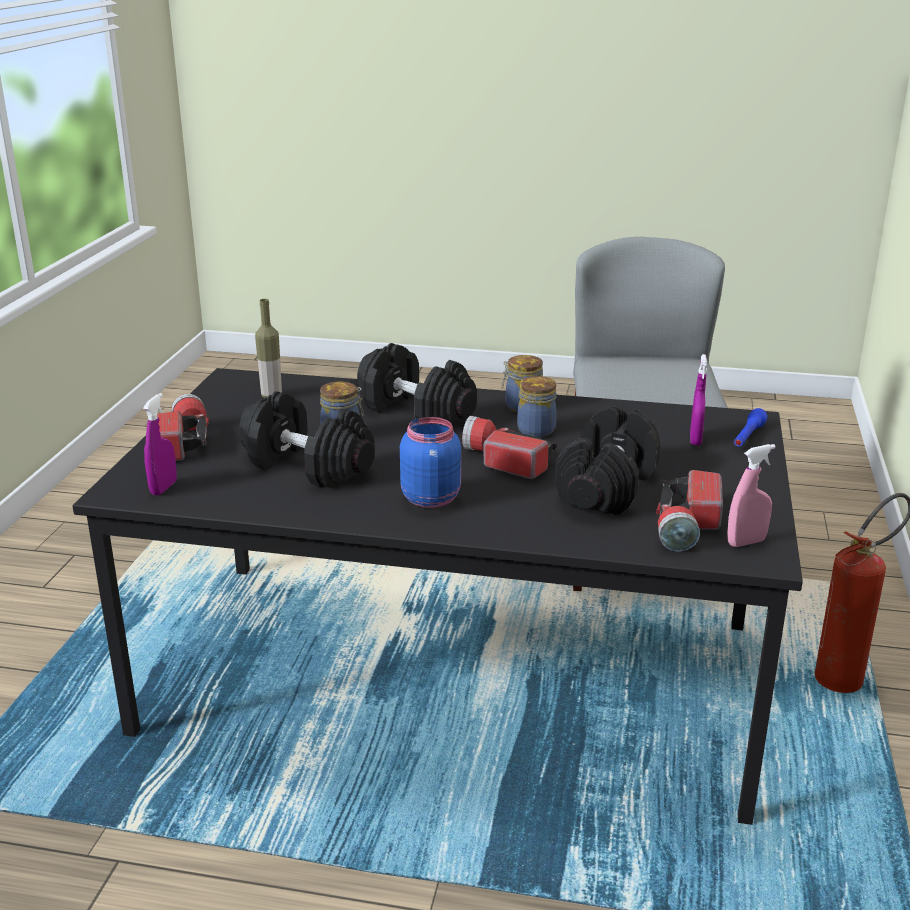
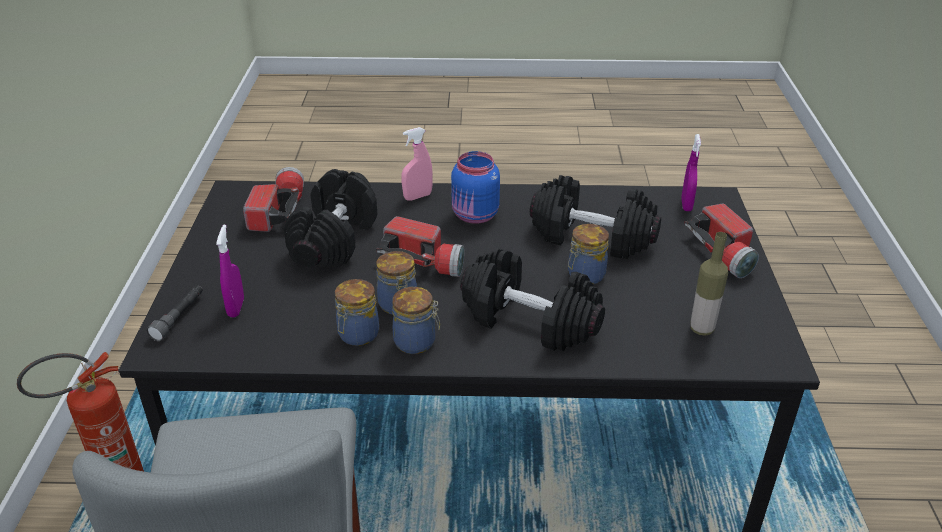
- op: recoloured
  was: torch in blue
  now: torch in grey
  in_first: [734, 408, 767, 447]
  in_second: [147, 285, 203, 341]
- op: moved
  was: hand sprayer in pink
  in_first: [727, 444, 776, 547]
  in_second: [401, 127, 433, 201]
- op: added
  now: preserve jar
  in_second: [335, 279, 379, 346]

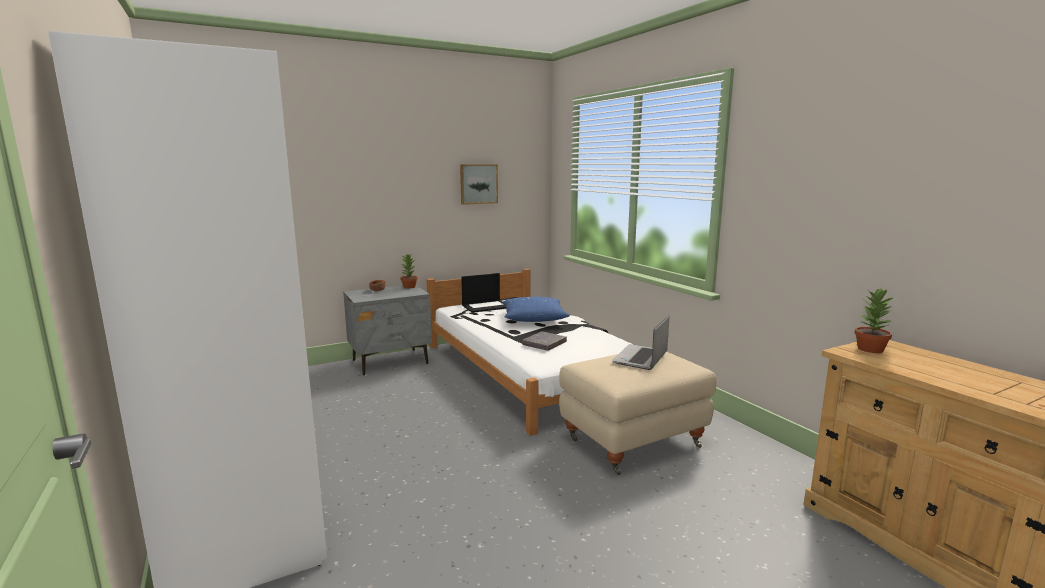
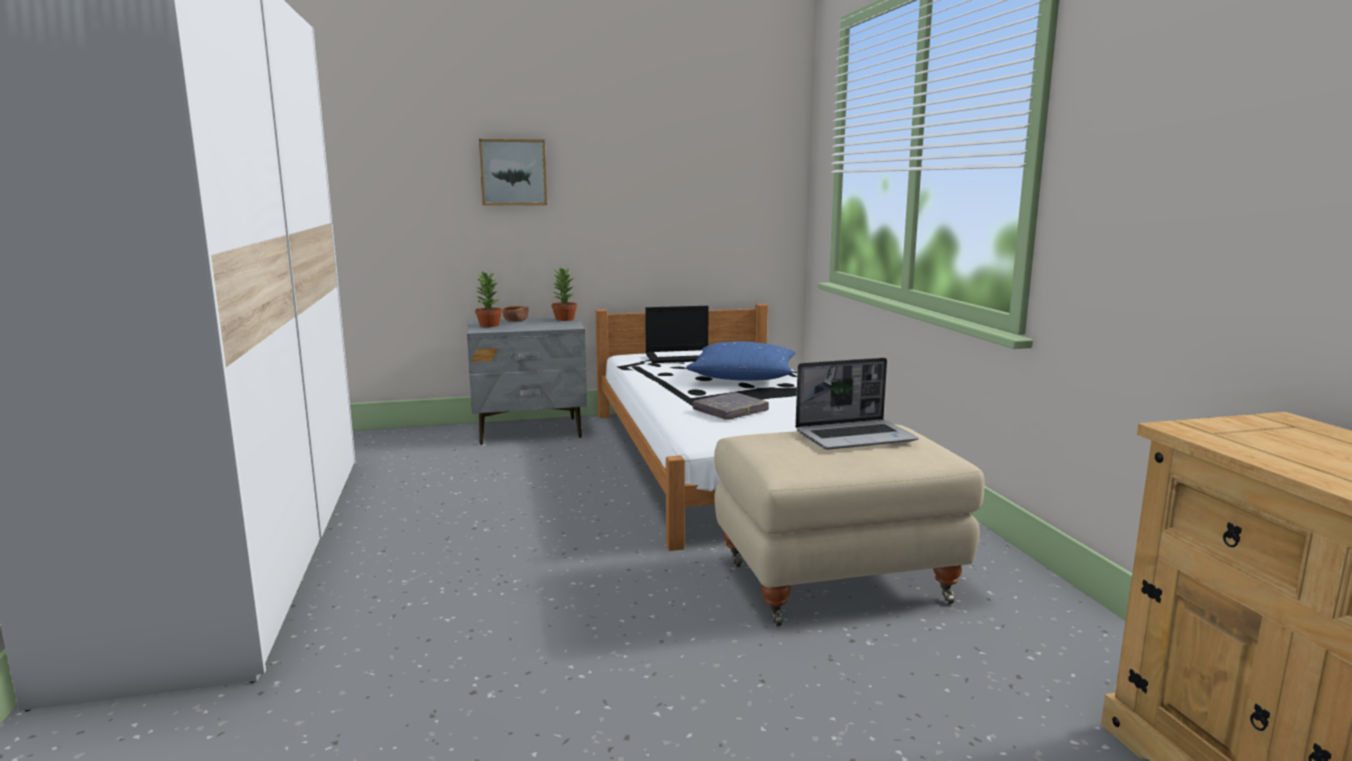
- op: moved
  was: wall picture
  in_first: [460, 164, 498, 205]
  in_second: [479, 139, 547, 205]
- op: moved
  was: houseplant
  in_first: [855, 288, 893, 353]
  in_second: [475, 272, 502, 327]
- op: turned
  was: portable computer
  in_first: [612, 315, 669, 370]
  in_second: [795, 358, 919, 450]
  clockwise: -150

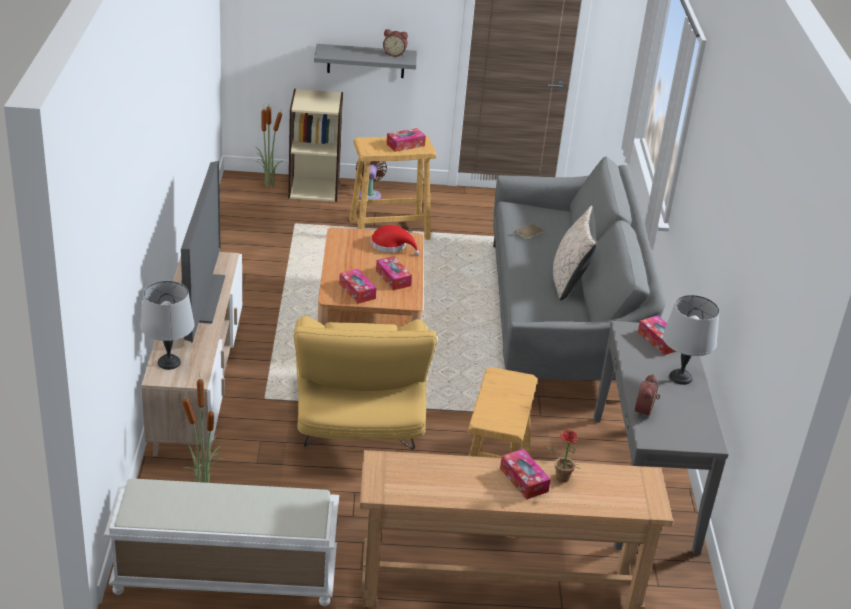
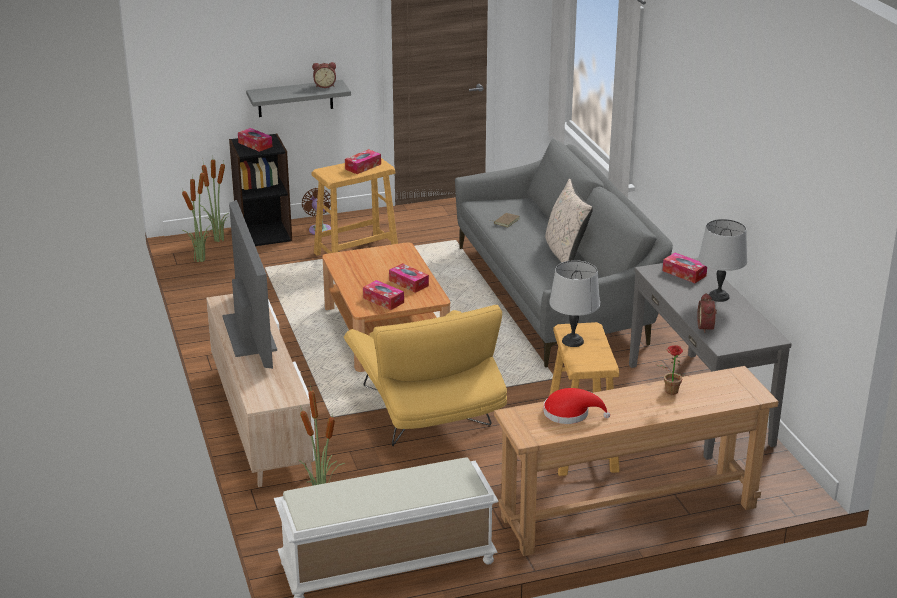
- op: recoloured
  was: shelving unit in beige
  now: shelving unit in black-coloured
  in_first: [288, 89, 343, 202]
  in_second: [229, 134, 292, 246]
- op: moved
  was: clothing hat in red
  in_first: [371, 225, 420, 255]
  in_second: [543, 388, 610, 424]
- op: moved
  was: tabletop lamp in grey
  in_first: [140, 281, 195, 370]
  in_second: [549, 260, 600, 347]
- op: moved
  was: box of tissues
  in_first: [500, 449, 551, 500]
  in_second: [238, 128, 272, 152]
- op: added
  now: houseplant
  in_second: [182, 172, 215, 262]

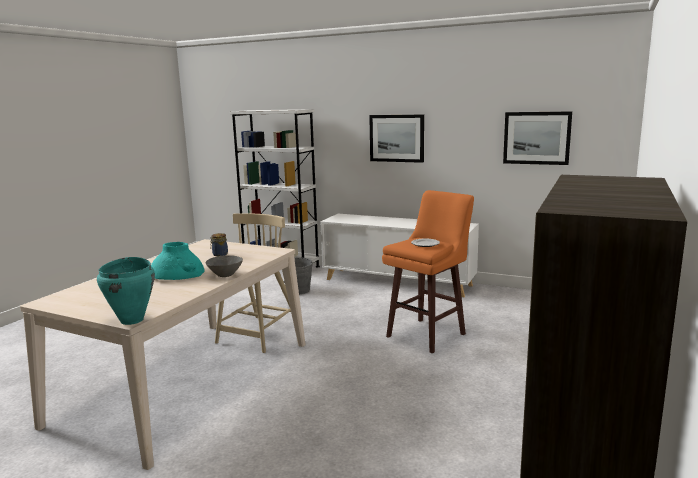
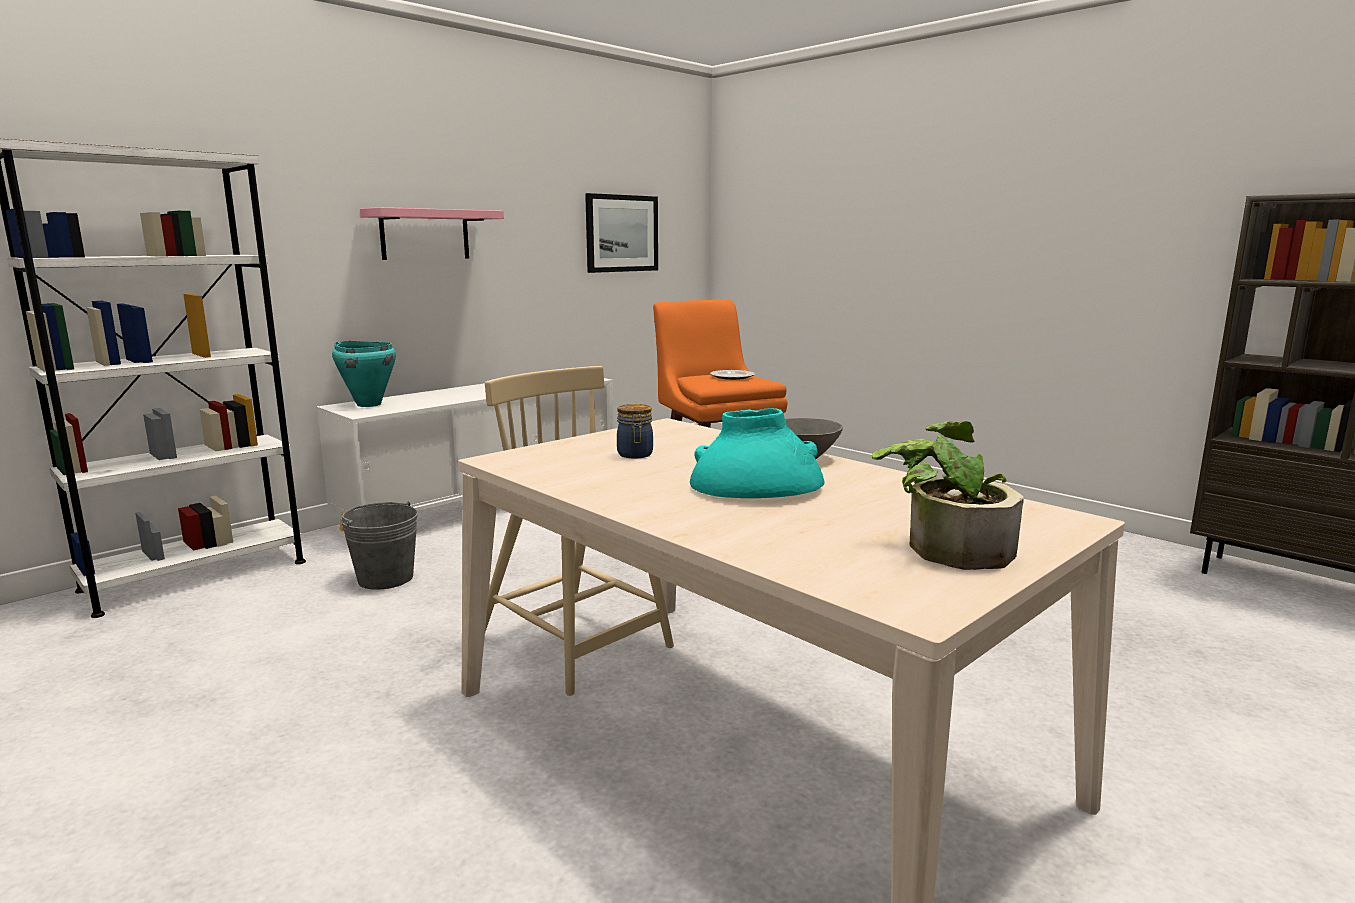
- op: replaced
  was: wall picture
  now: bracket shelf in pink
  in_first: [369, 115, 424, 163]
  in_second: [360, 207, 504, 260]
- op: moved
  was: saucepot in turquoise-coloured
  in_first: [97, 257, 155, 325]
  in_second: [332, 341, 396, 407]
- op: added
  now: houseplant
  in_second: [872, 421, 1024, 570]

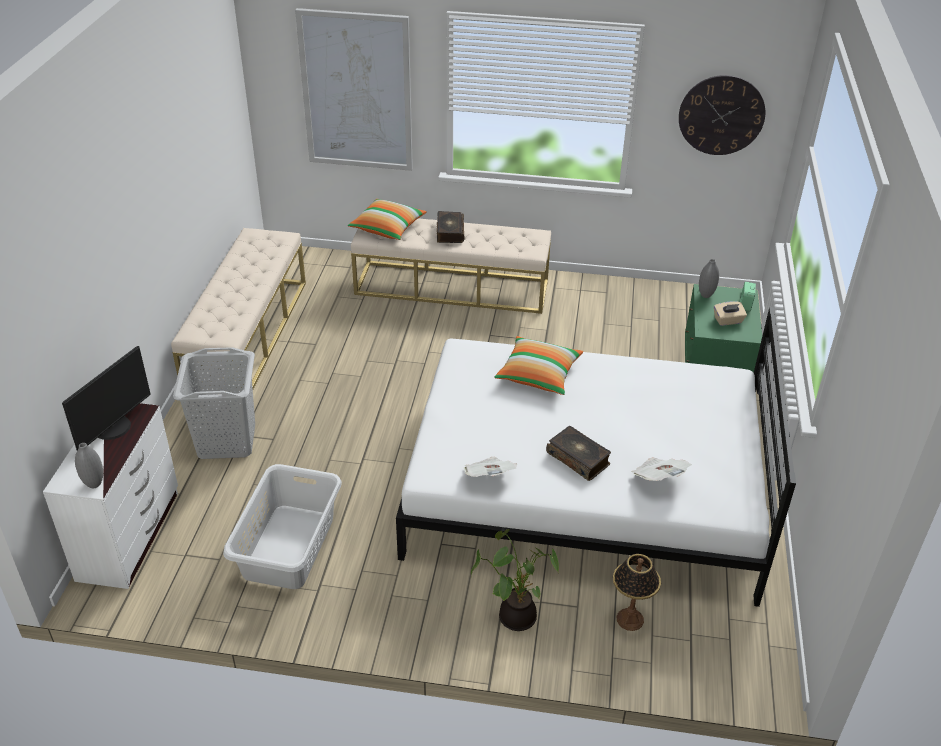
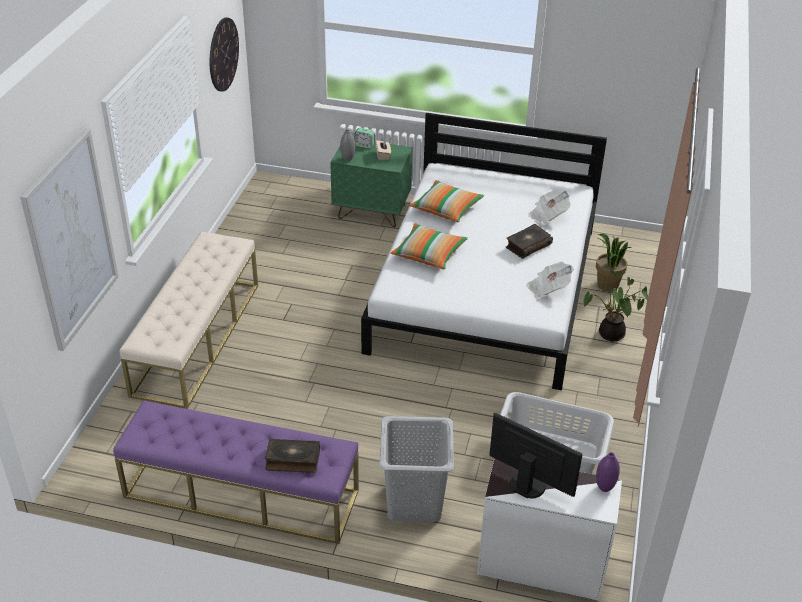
- op: moved
  was: pillow
  in_first: [348, 199, 427, 240]
  in_second: [409, 180, 484, 222]
- op: moved
  was: book
  in_first: [437, 211, 465, 243]
  in_second: [265, 438, 320, 473]
- op: recoloured
  was: indoor bench in beige
  now: indoor bench in purplish
  in_first: [171, 228, 306, 389]
  in_second: [113, 400, 359, 544]
- op: recoloured
  was: decorative vase in grey
  now: decorative vase in purplish
  in_first: [75, 443, 103, 488]
  in_second: [596, 452, 620, 492]
- op: replaced
  was: tabletop lamp
  now: houseplant
  in_first: [613, 554, 661, 631]
  in_second: [596, 234, 632, 292]

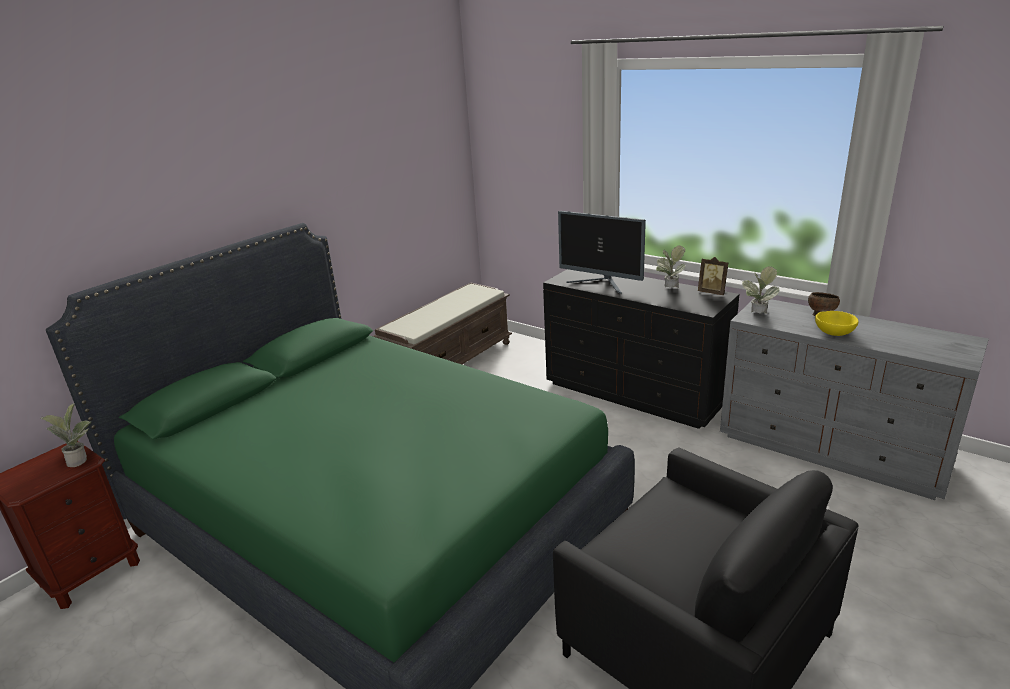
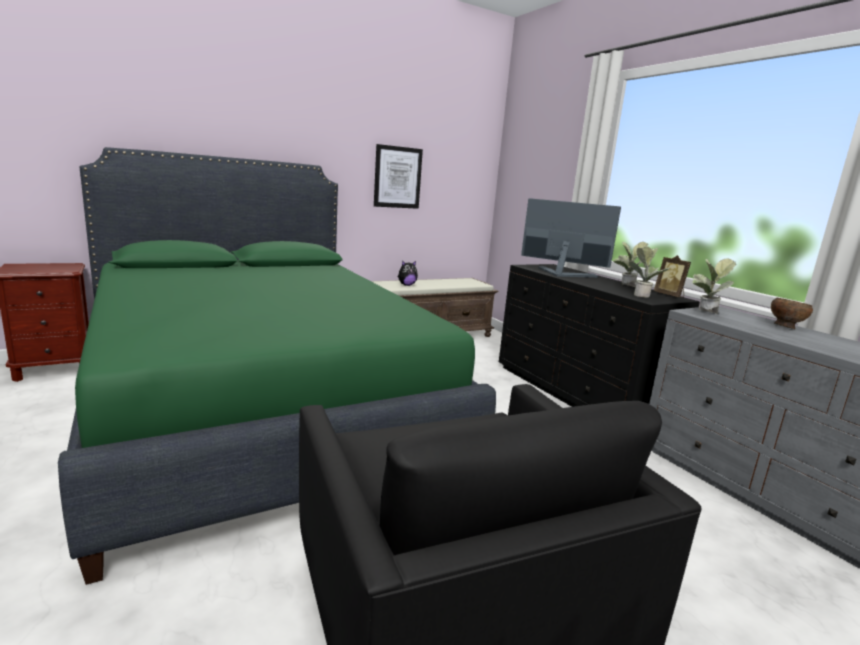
- op: turned
  was: computer display
  in_first: [558, 211, 646, 294]
  in_second: [521, 198, 621, 278]
  clockwise: 150
- op: removed
  was: bowl in yellow-coloured
  in_first: [815, 311, 859, 336]
- op: moved
  was: houseplant
  in_first: [40, 403, 91, 467]
  in_second: [629, 247, 670, 298]
- op: added
  now: wall picture
  in_second: [374, 144, 423, 209]
- op: added
  now: plush toy
  in_second: [398, 261, 418, 286]

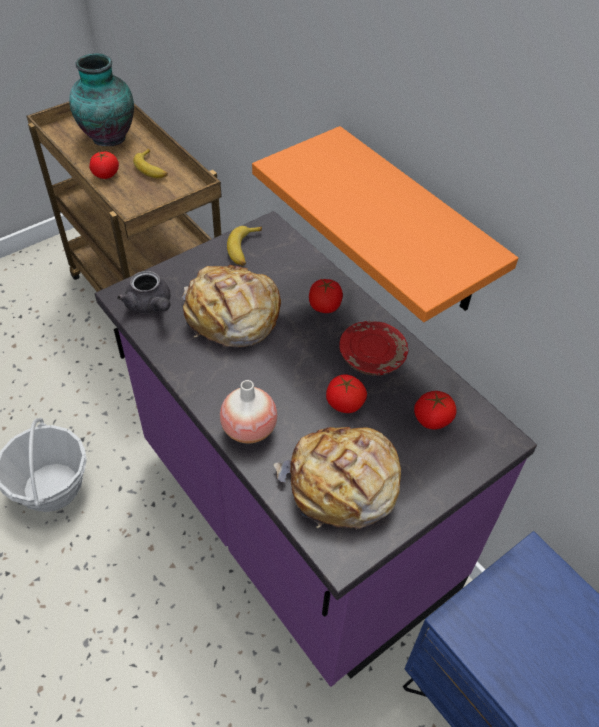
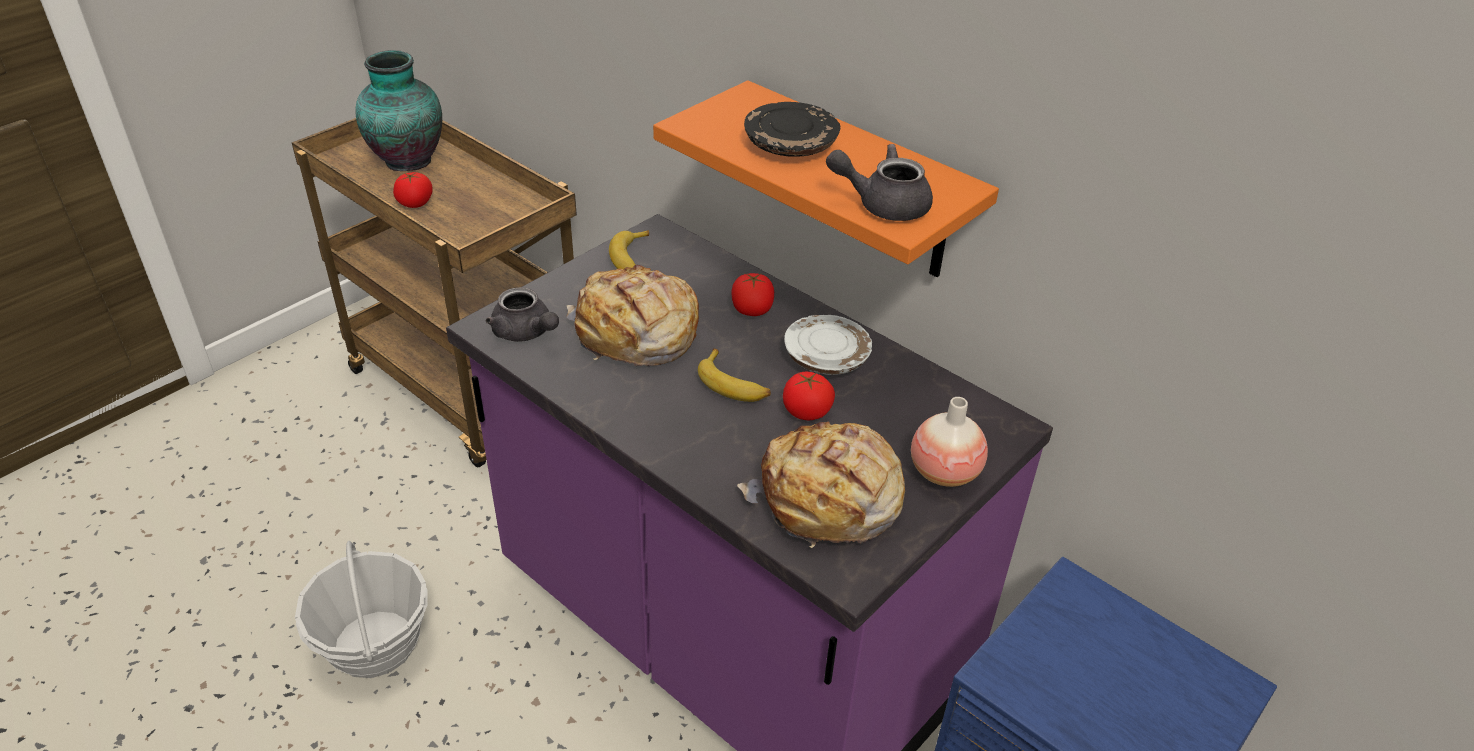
- op: moved
  was: banana fruit
  in_first: [133, 149, 168, 178]
  in_second: [698, 348, 771, 402]
- op: recoloured
  was: flat dish in red
  now: flat dish in white
  in_first: [339, 321, 408, 376]
  in_second: [784, 315, 872, 375]
- op: moved
  was: decorative vase
  in_first: [220, 380, 277, 444]
  in_second: [911, 397, 988, 487]
- op: removed
  was: whole tomato
  in_first: [414, 391, 456, 430]
- op: added
  now: flat dish in black-coloured
  in_second: [744, 102, 840, 157]
- op: added
  now: pot for tea in grey
  in_second: [826, 144, 933, 221]

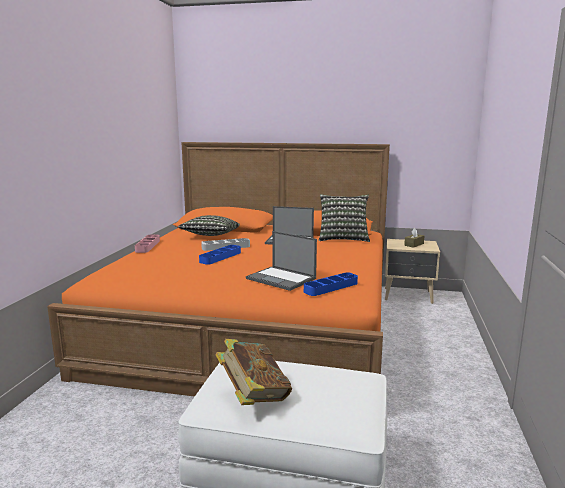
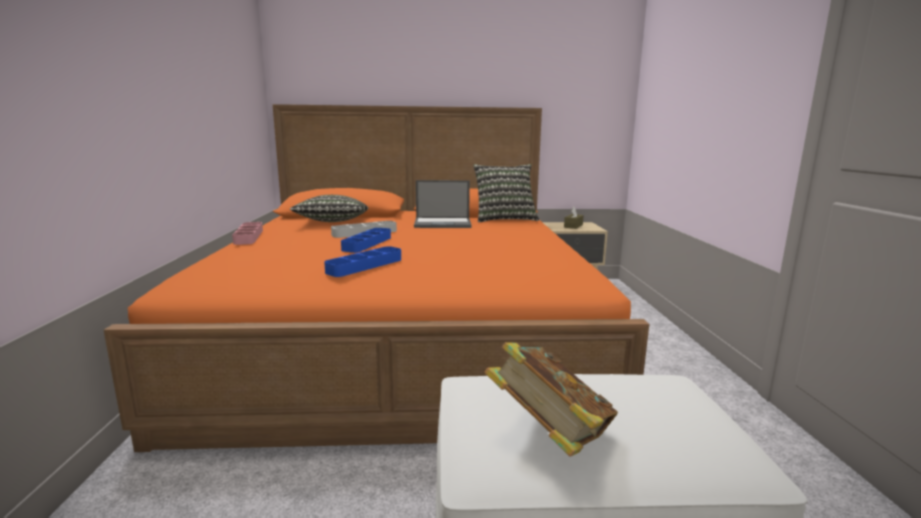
- op: removed
  was: portable computer
  in_first: [246, 231, 317, 291]
- op: moved
  was: serving tray in blue
  in_first: [304, 272, 358, 296]
  in_second: [324, 246, 401, 277]

